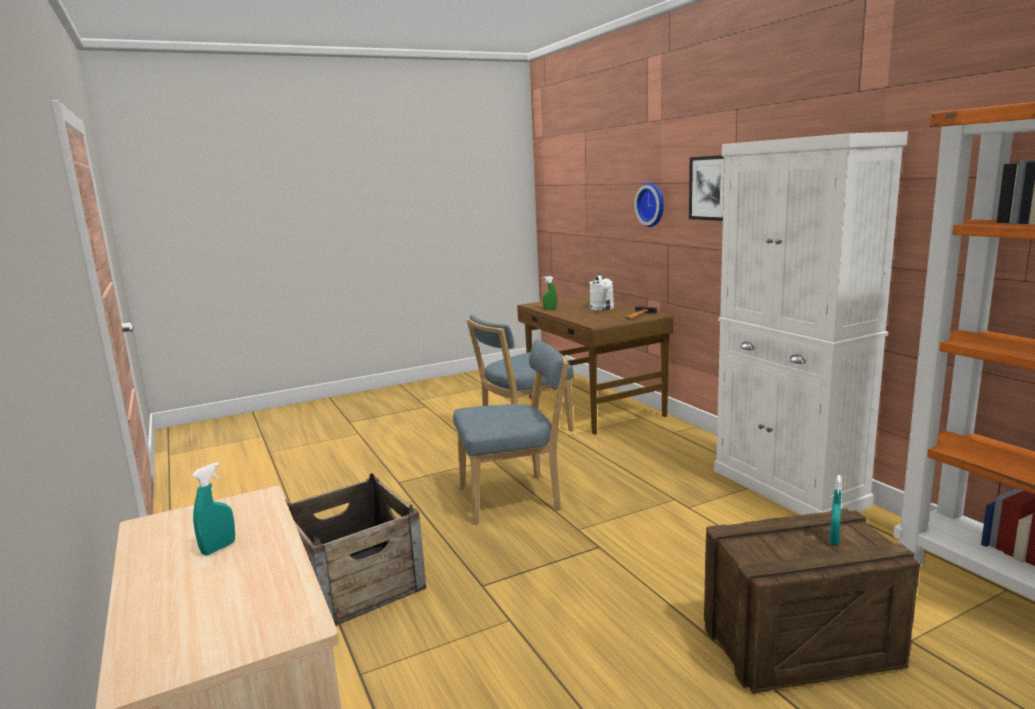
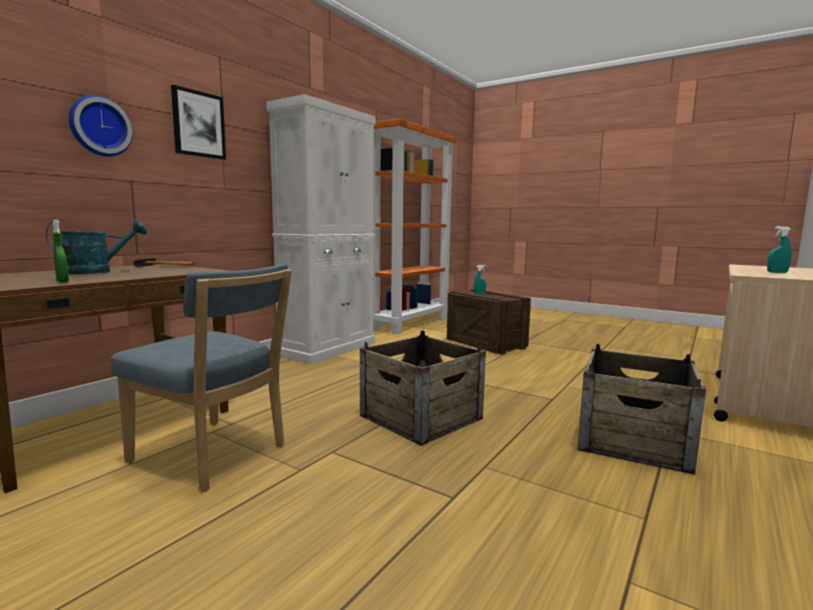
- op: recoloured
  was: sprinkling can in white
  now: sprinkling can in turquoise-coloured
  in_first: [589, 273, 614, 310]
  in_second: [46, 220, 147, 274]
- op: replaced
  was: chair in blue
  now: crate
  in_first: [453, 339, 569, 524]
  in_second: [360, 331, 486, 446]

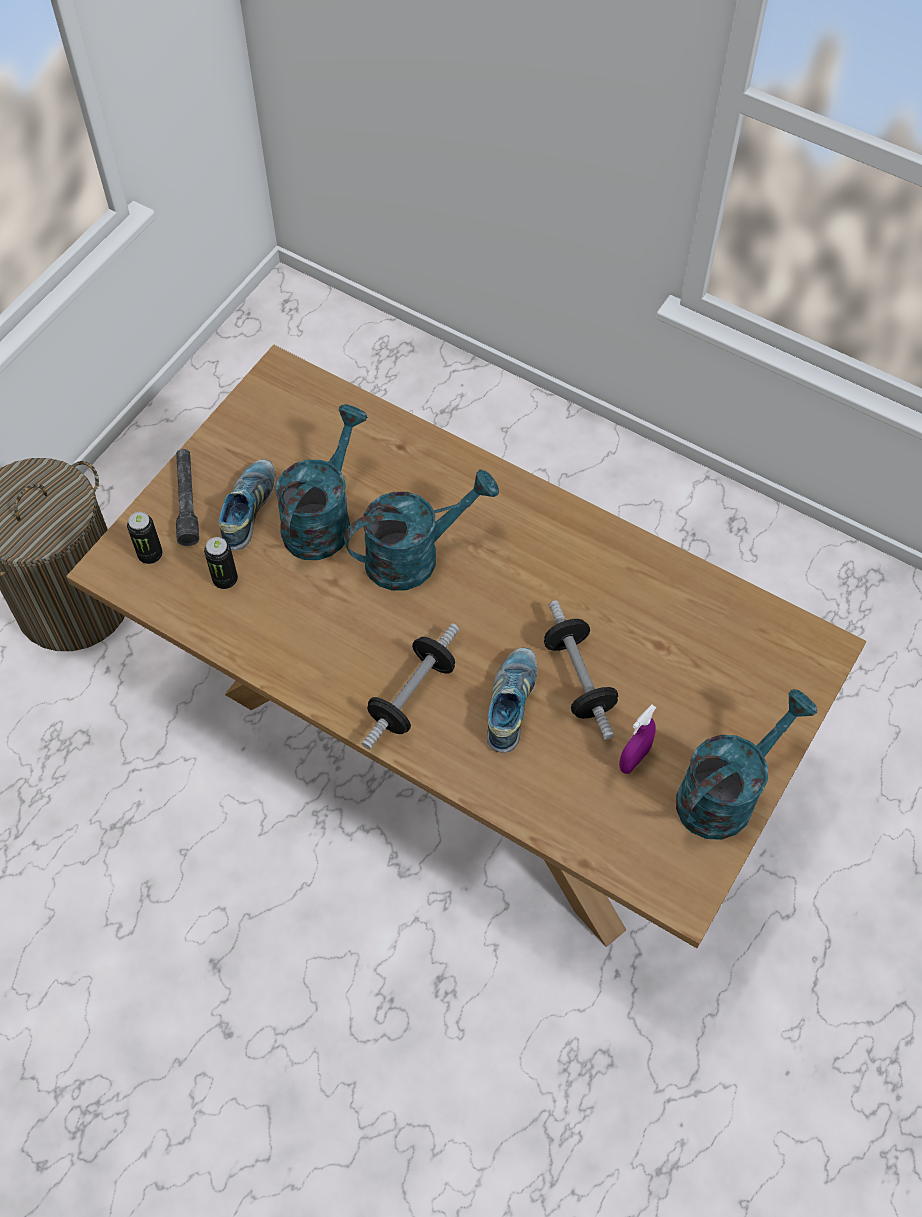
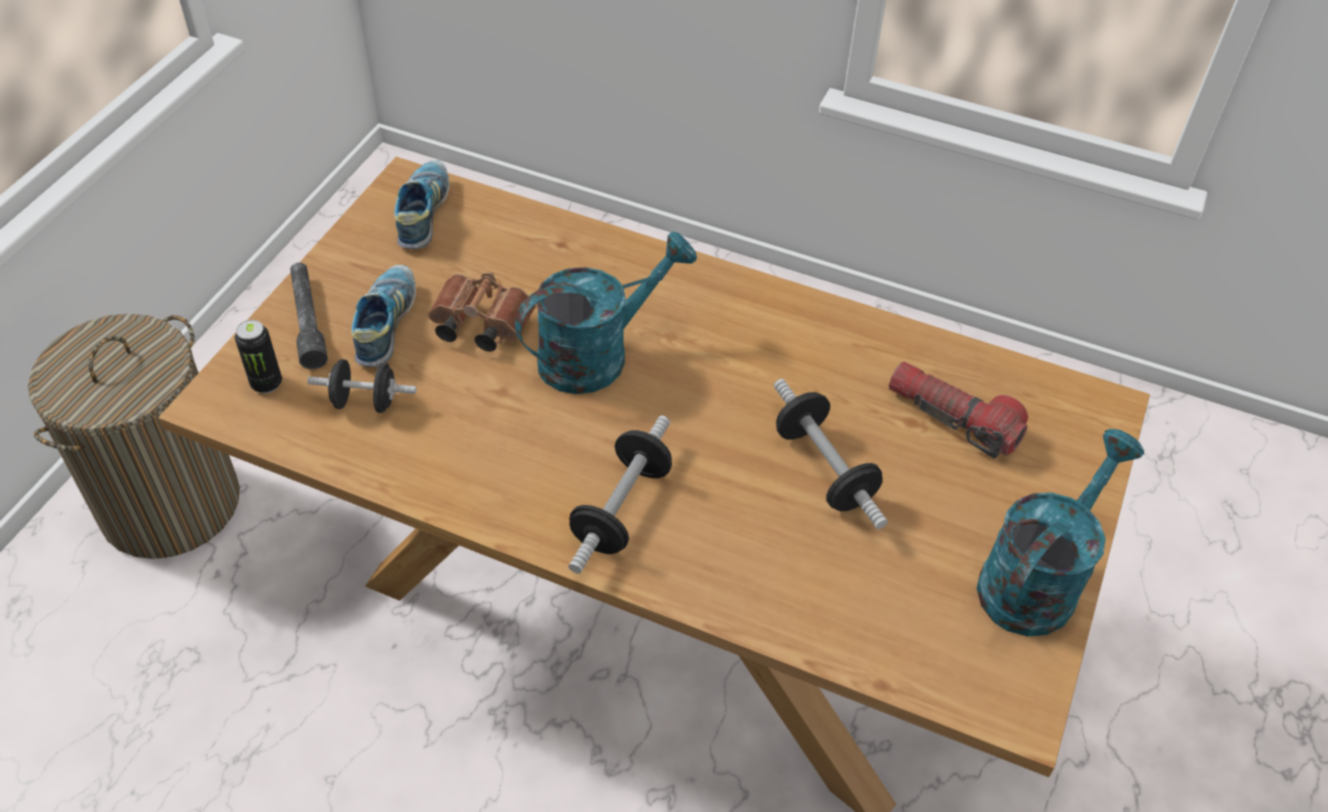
- op: replaced
  was: sprinkling can in turquoise-coloured
  now: binoculars in brown-coloured
  in_first: [275, 404, 368, 560]
  in_second: [428, 272, 536, 352]
- op: replaced
  was: metal can
  now: dumbbell in black-coloured
  in_first: [204, 537, 238, 589]
  in_second: [307, 359, 417, 413]
- op: moved
  was: item of footwear
  in_first: [487, 648, 537, 753]
  in_second: [394, 160, 449, 249]
- op: removed
  was: hand sprayer in purplish
  in_first: [619, 705, 656, 774]
- op: added
  now: torch
  in_second: [889, 362, 1028, 458]

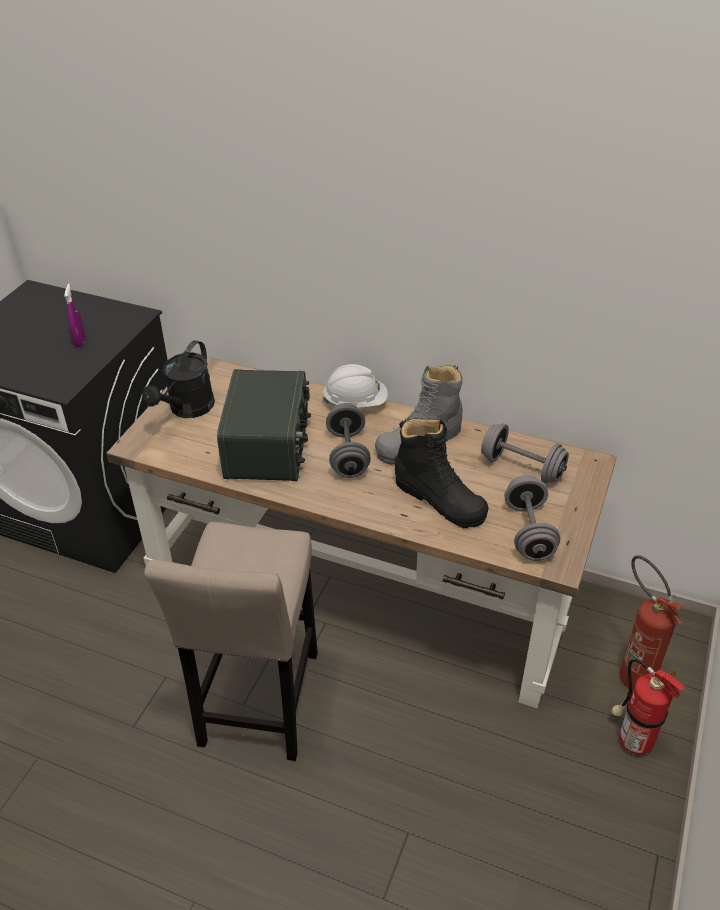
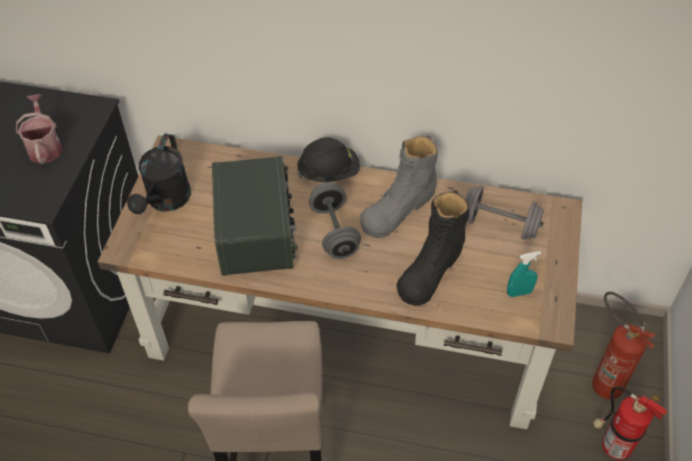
- op: replaced
  was: hand sprayer in purplish
  now: sprinkling can
  in_first: [64, 284, 85, 347]
  in_second: [16, 94, 63, 164]
- op: recoloured
  was: safety helmet in white
  now: safety helmet in black-coloured
  in_first: [323, 364, 388, 408]
  in_second: [297, 138, 360, 182]
- op: turned
  was: high-top boot in black-coloured
  in_first: [395, 419, 489, 528]
  in_second: [396, 190, 470, 306]
  clockwise: 90
- op: replaced
  was: dumbbell in grey
  now: hand sprayer in turquoise-coloured
  in_first: [505, 475, 560, 561]
  in_second: [507, 251, 541, 297]

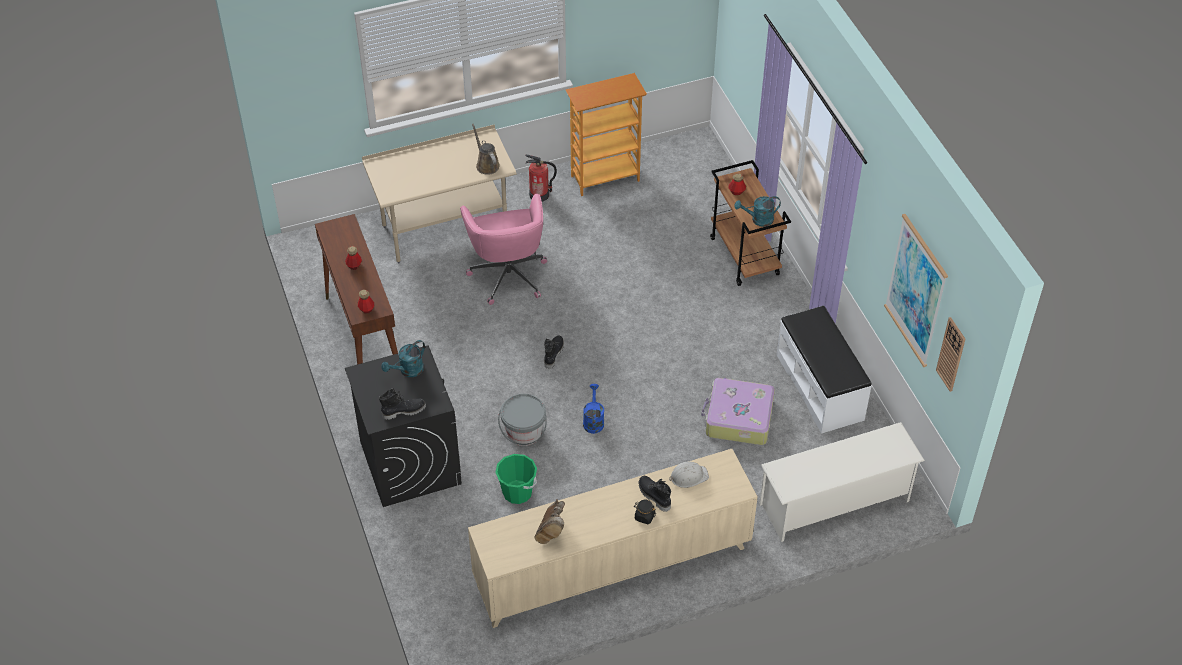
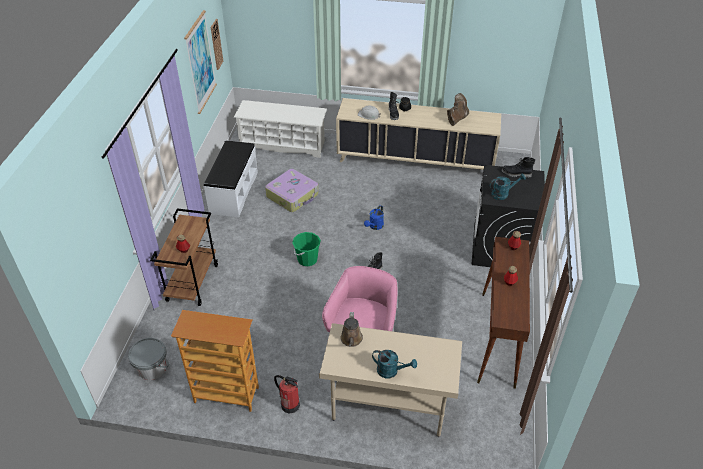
- op: moved
  was: sprinkling can in turquoise-coloured
  in_first: [734, 196, 781, 227]
  in_second: [372, 350, 417, 378]
- op: moved
  was: bucket in grey
  in_first: [498, 394, 547, 446]
  in_second: [128, 338, 169, 380]
- op: moved
  was: bucket in green-coloured
  in_first: [495, 454, 537, 504]
  in_second: [292, 232, 321, 266]

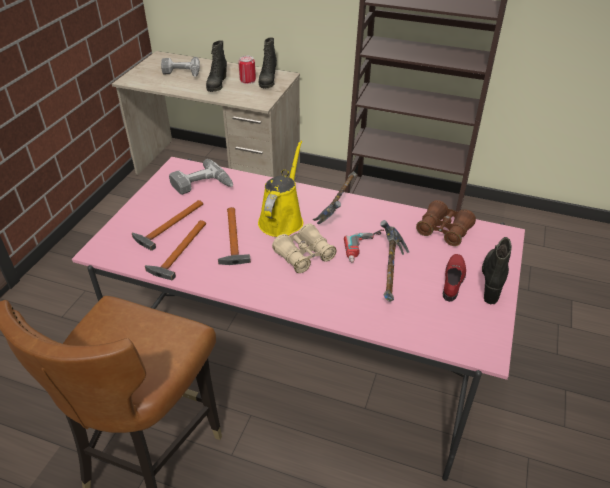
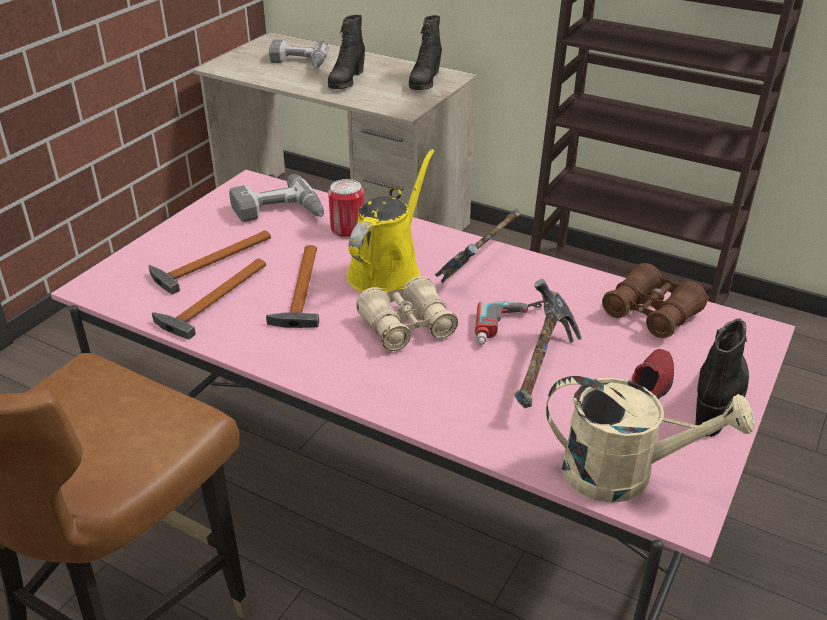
- op: moved
  was: metal can
  in_first: [238, 56, 256, 84]
  in_second: [328, 179, 364, 239]
- op: added
  now: sprinkling can in beige
  in_second: [546, 376, 755, 503]

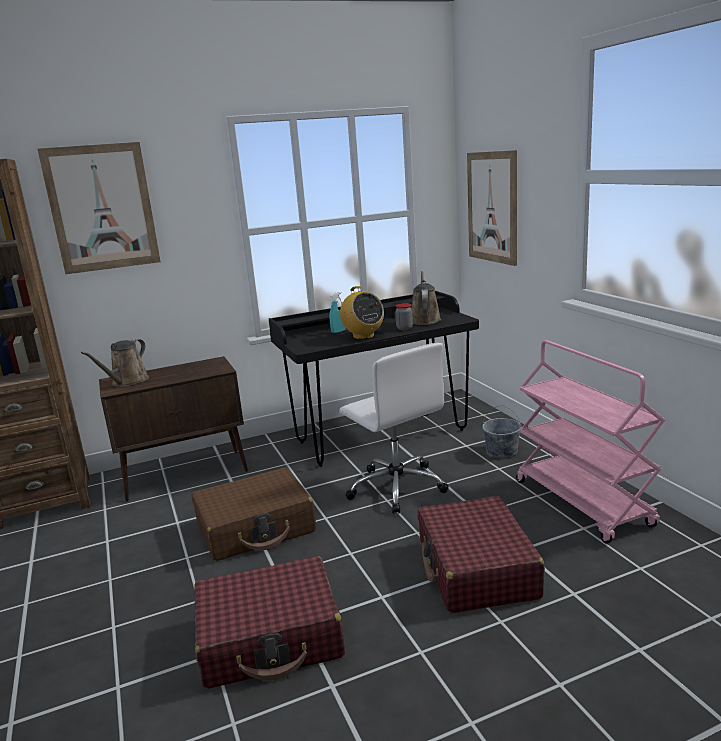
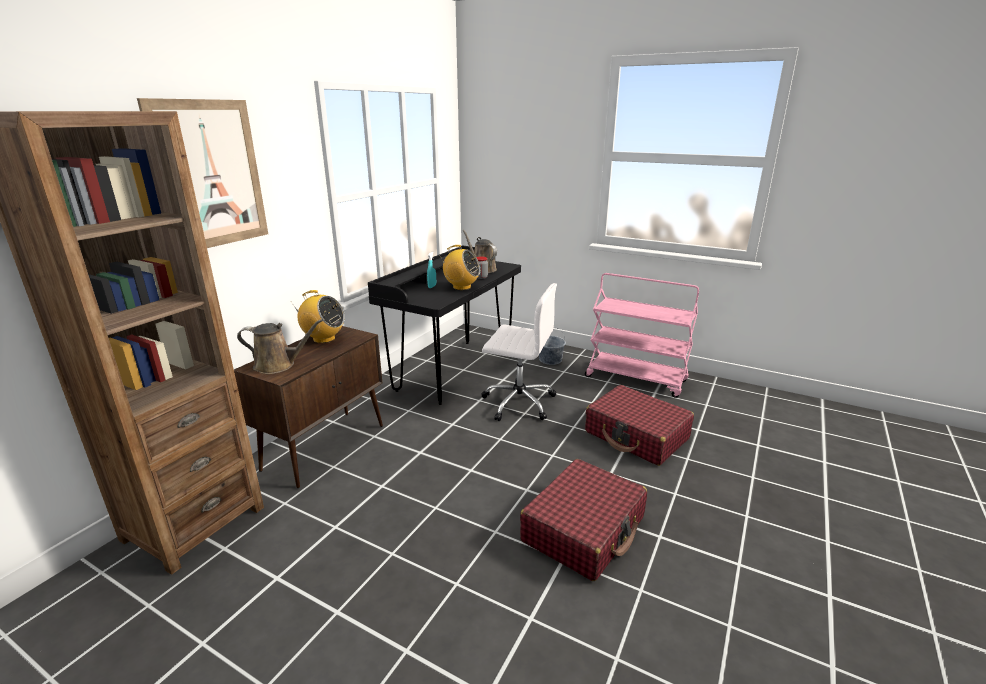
- op: removed
  was: wall picture
  in_first: [467, 150, 517, 266]
- op: turned
  was: sprinkling can in brown-coloured
  in_first: [81, 339, 149, 387]
  in_second: [237, 319, 323, 374]
  clockwise: -75
- op: removed
  was: travel case in brown-coloured
  in_first: [191, 468, 316, 561]
- op: added
  now: radio receiver
  in_second: [291, 290, 345, 343]

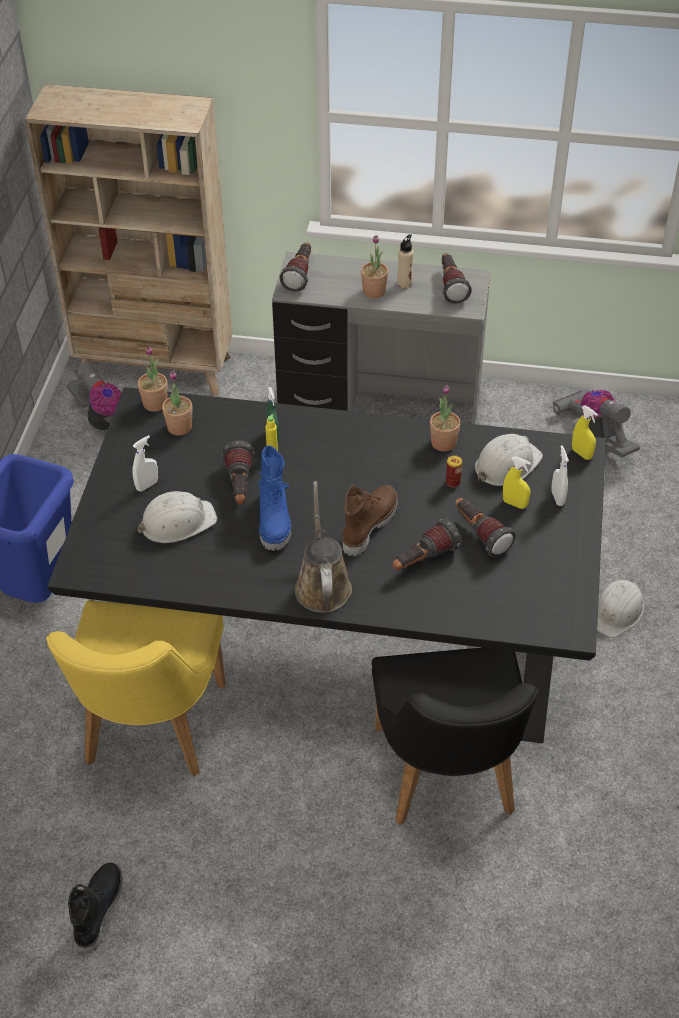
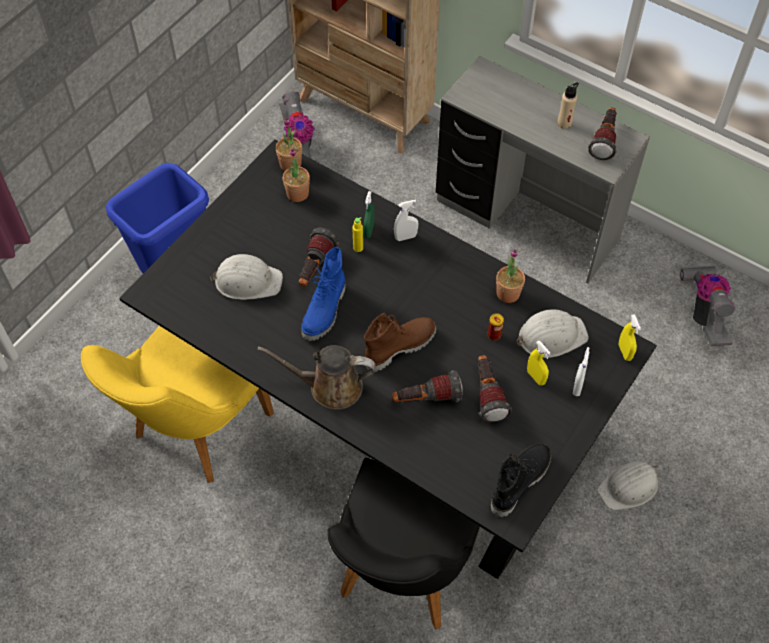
- op: removed
  was: houseplant
  in_first: [361, 235, 388, 298]
- op: removed
  was: torch
  in_first: [279, 242, 311, 292]
- op: moved
  was: hand sprayer in white
  in_first: [132, 435, 158, 492]
  in_second: [394, 200, 418, 241]
- op: turned
  was: sprinkling can in brown-coloured
  in_first: [295, 481, 352, 613]
  in_second: [257, 345, 376, 410]
  clockwise: -105
- op: moved
  was: high-top boot in black-coloured
  in_first: [68, 863, 123, 954]
  in_second: [491, 443, 551, 517]

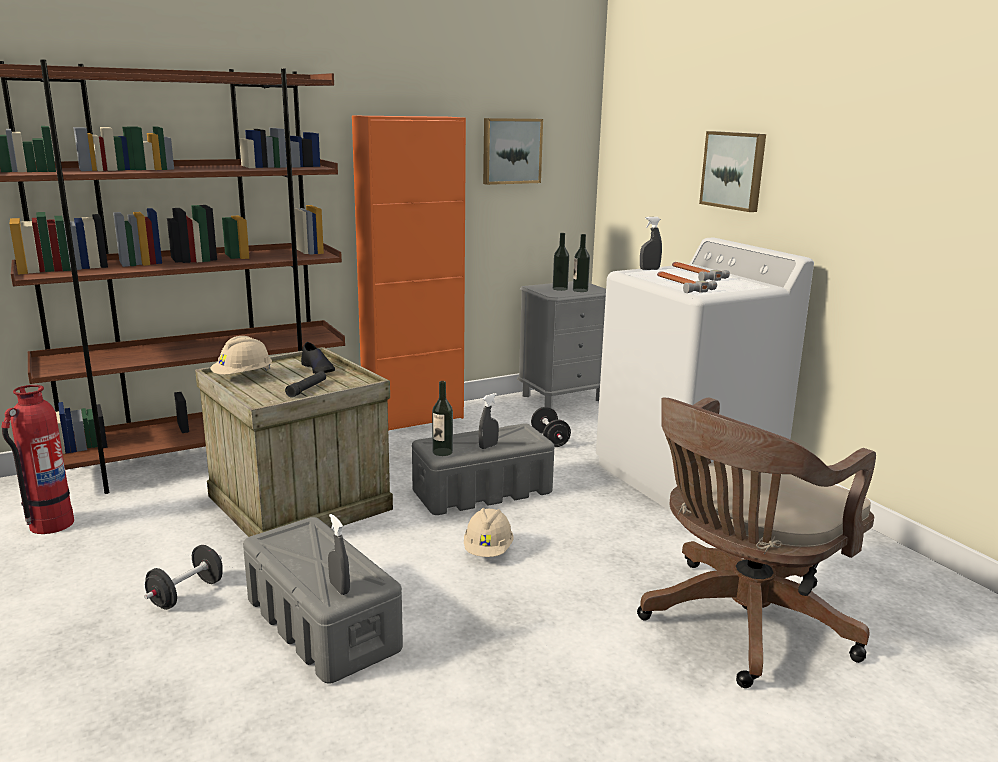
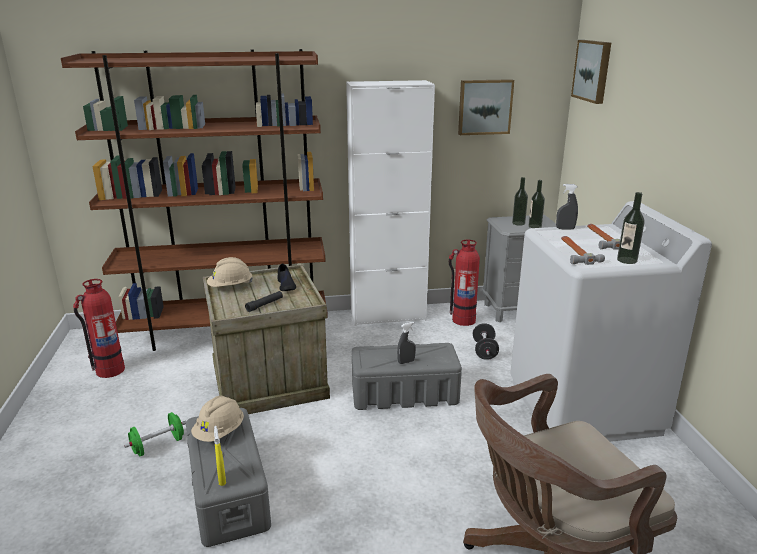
- op: recoloured
  was: storage cabinet in orangey
  now: storage cabinet in white
  in_first: [352, 115, 466, 430]
  in_second: [346, 80, 435, 326]
- op: moved
  was: wall picture
  in_first: [699, 131, 766, 212]
  in_second: [571, 40, 611, 104]
- op: moved
  was: beverage bottle
  in_first: [432, 381, 453, 456]
  in_second: [617, 192, 645, 264]
- op: moved
  was: safety helmet in beige
  in_first: [464, 508, 514, 557]
  in_second: [191, 396, 244, 442]
- op: recoloured
  was: hand sprayer in grey
  now: hand sprayer in yellow-coloured
  in_first: [328, 514, 350, 595]
  in_second: [214, 426, 226, 486]
- op: recoloured
  was: dumbbell in black-coloured
  now: dumbbell in green-coloured
  in_first: [144, 545, 223, 610]
  in_second: [124, 412, 186, 456]
- op: added
  now: extinguisher
  in_second: [449, 240, 480, 326]

